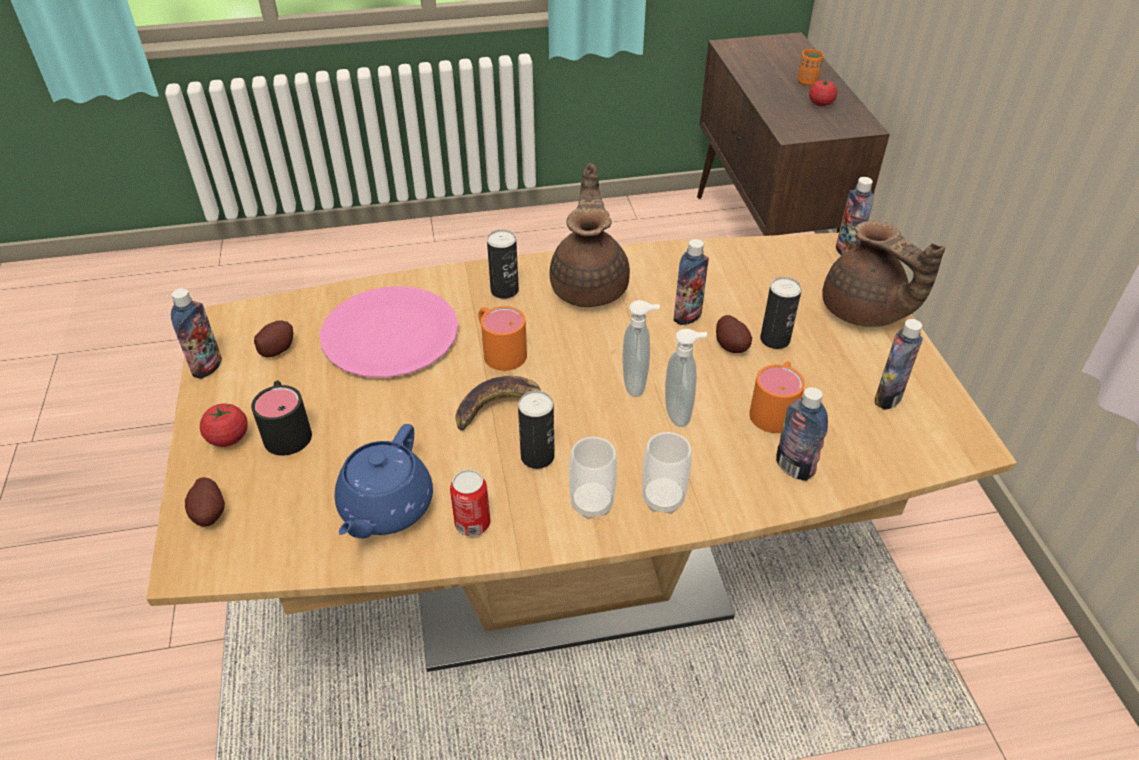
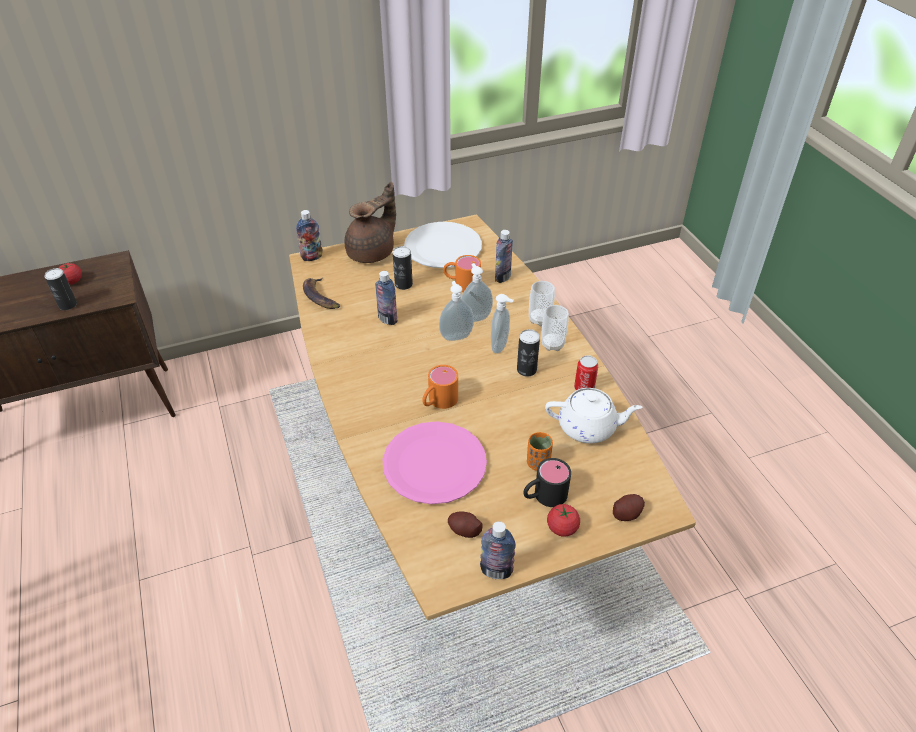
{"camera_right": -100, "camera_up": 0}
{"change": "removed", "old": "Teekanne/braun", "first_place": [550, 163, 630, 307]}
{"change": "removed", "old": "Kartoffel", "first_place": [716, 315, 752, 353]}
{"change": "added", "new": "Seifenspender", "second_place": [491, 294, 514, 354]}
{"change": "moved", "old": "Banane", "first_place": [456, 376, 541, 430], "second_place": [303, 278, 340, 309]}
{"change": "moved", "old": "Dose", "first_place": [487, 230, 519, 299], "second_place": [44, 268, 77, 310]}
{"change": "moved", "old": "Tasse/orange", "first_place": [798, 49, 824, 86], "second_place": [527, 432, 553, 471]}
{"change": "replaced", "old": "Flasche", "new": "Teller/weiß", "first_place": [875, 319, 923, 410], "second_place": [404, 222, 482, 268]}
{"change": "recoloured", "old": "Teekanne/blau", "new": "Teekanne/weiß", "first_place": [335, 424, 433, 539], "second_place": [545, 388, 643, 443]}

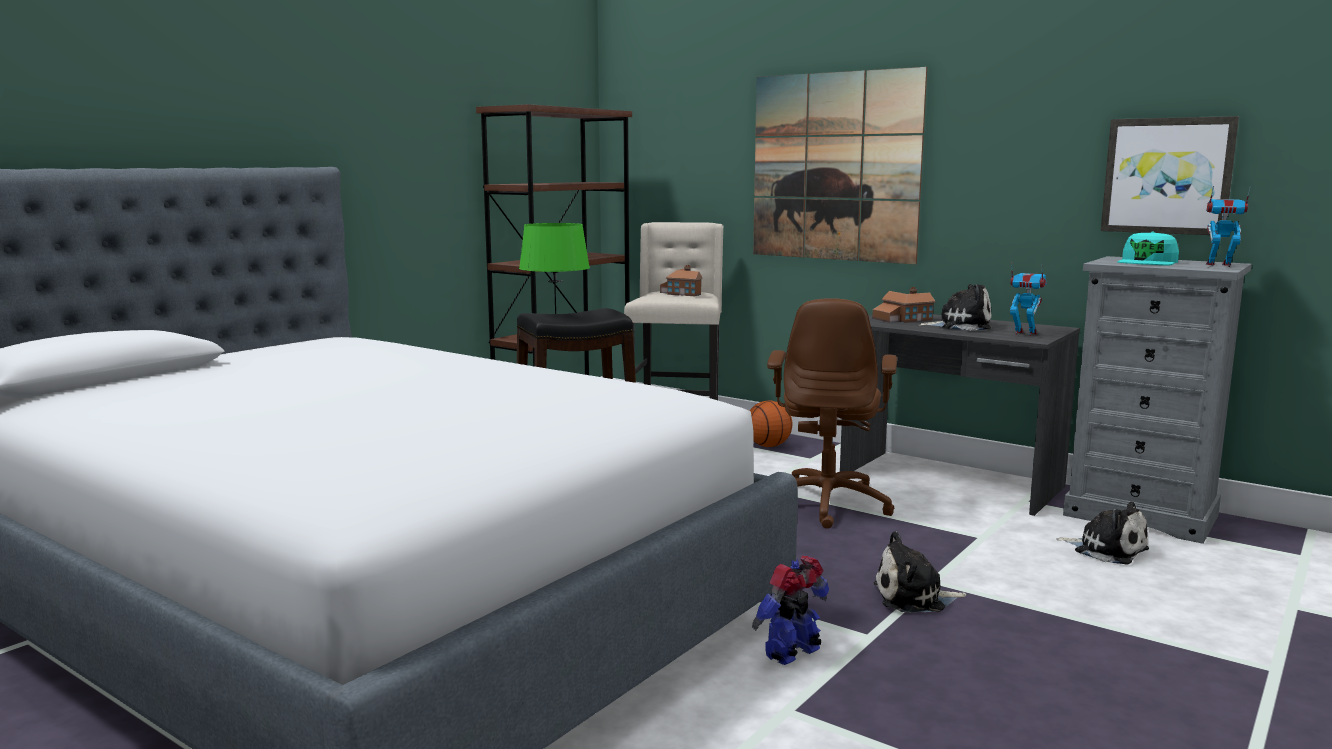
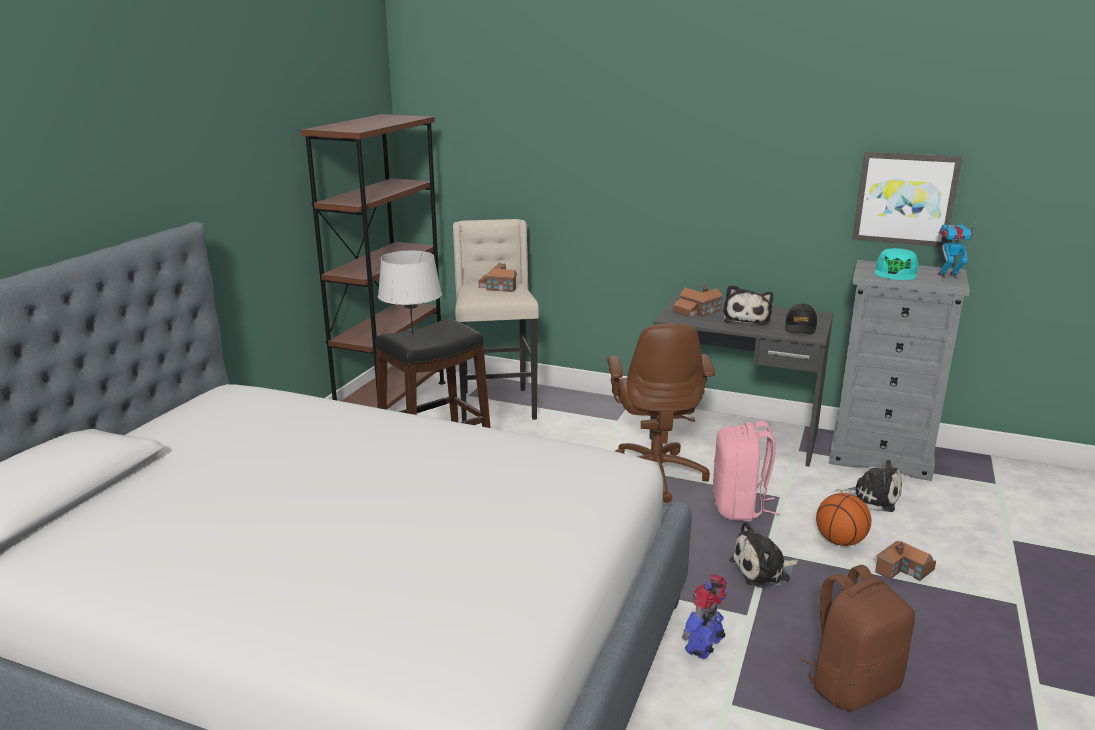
{"camera_right": -15, "camera_up": 10}
{"change": "removed", "old": "Bild", "first_place": [753, 67, 927, 265]}
{"change": "added", "new": "Rucksack/rosa", "second_place": [713, 421, 779, 521]}
{"change": "added", "new": "Rucksack/braun", "second_place": [801, 565, 915, 711]}
{"change": "added", "new": "Spielzeughaus", "second_place": [875, 541, 936, 581]}
{"change": "moved", "old": "Basketball", "first_place": [750, 400, 793, 447], "second_place": [816, 493, 871, 546]}
{"change": "replaced", "old": "Spielzeugroboter", "new": "Kappe/schwarz", "first_place": [1010, 263, 1047, 336], "second_place": [785, 303, 817, 334]}
{"change": "recoloured", "old": "Tischlampe/grün", "new": "Tischlampe/grau", "first_place": [519, 223, 590, 314], "second_place": [378, 251, 442, 334]}
{"change": "turned", "old": "Plüschtier", "first_place": [919, 284, 991, 331], "second_place": [723, 285, 773, 325], "degrees": 105}

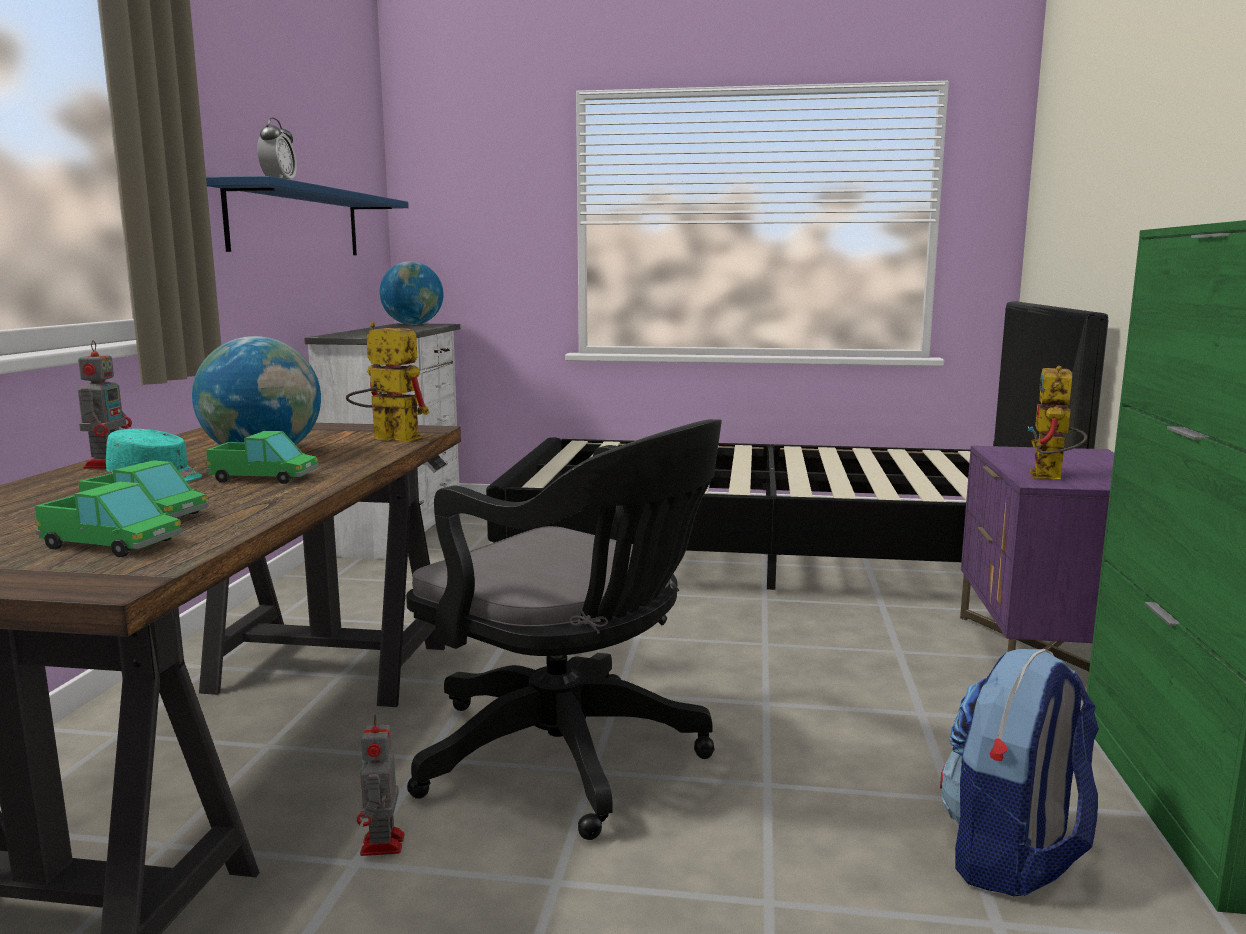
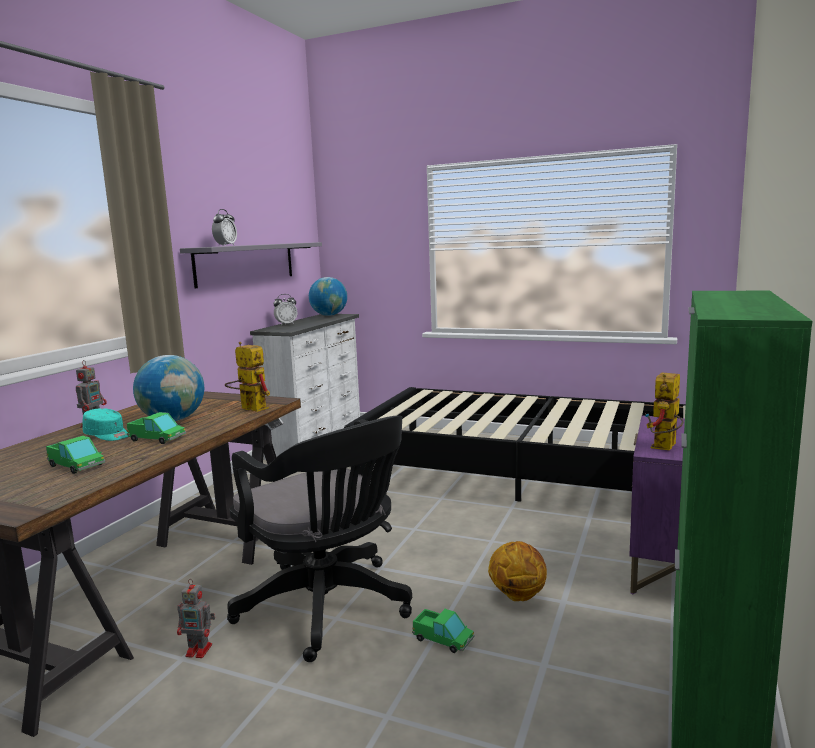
{"camera_right": 15, "camera_up": 0}
{"change": "removed", "old": "Rucksack", "first_place": [940, 649, 1099, 897]}
{"change": "added", "new": "Wecker", "second_place": [273, 294, 297, 326]}
{"change": "added", "new": "Basketball", "second_place": [488, 541, 547, 601]}
{"change": "moved", "old": "Spielzeuglaster", "first_place": [35, 482, 183, 557], "second_place": [412, 609, 474, 653]}
{"change": "recoloured", "old": "Wandregal/blau", "new": "Wandregal/grau", "first_place": [206, 176, 409, 255], "second_place": [180, 242, 322, 288]}
{"change": "turned", "old": "Spielzeugroboter", "first_place": [357, 714, 405, 856], "second_place": [177, 579, 215, 658], "degrees": -90}

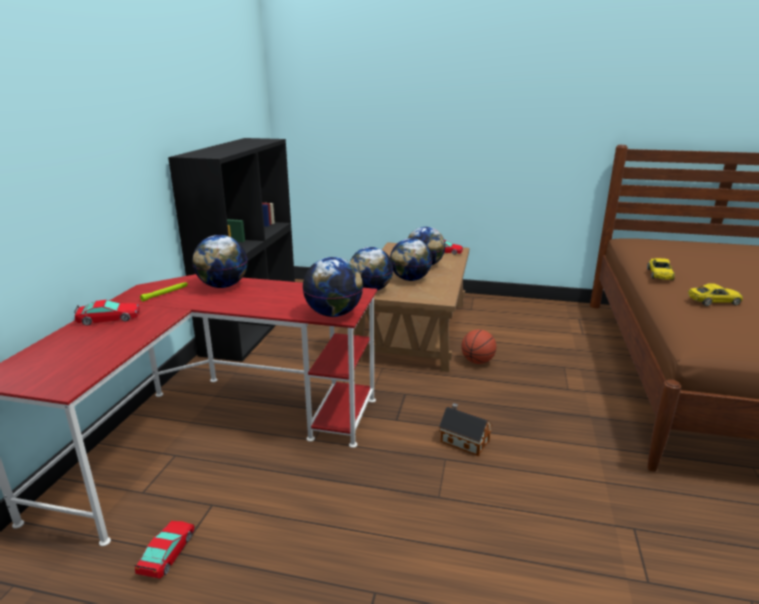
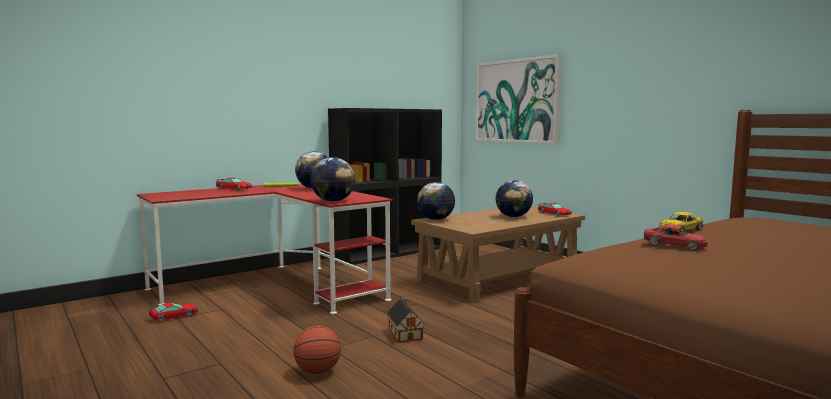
{"camera_right": 40, "camera_up": -15}
{"change": "removed", "old": "Globus", "first_place": [390, 238, 433, 281]}
{"change": "added", "new": "Bild", "second_place": [475, 54, 562, 144]}
{"change": "moved", "old": "Basketball", "first_place": [461, 329, 496, 364], "second_place": [294, 326, 341, 374]}
{"change": "recoloured", "old": "Spielzeugauto/gelb", "new": "Spielzeugauto/rot", "first_place": [688, 283, 743, 306], "second_place": [644, 224, 708, 251]}

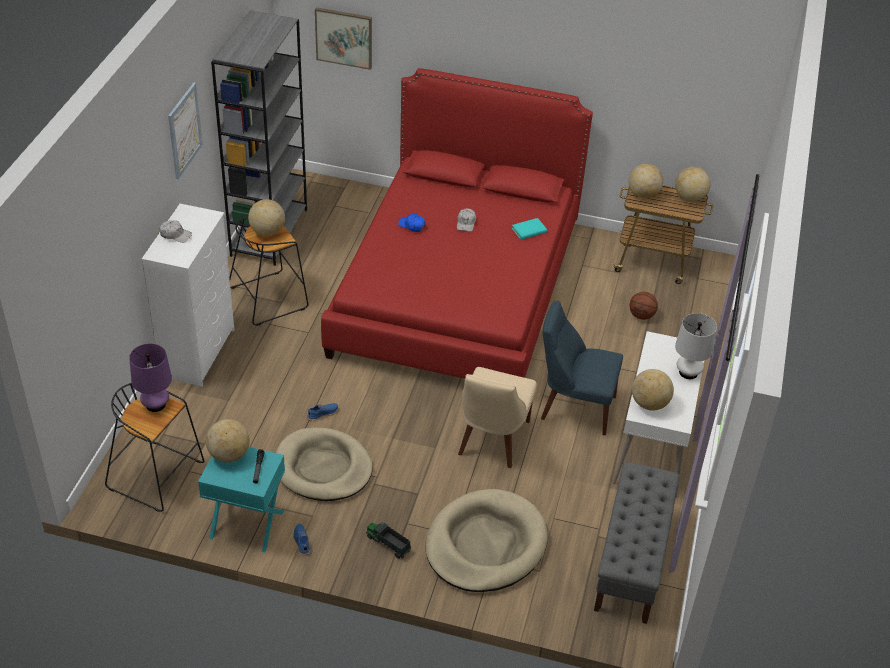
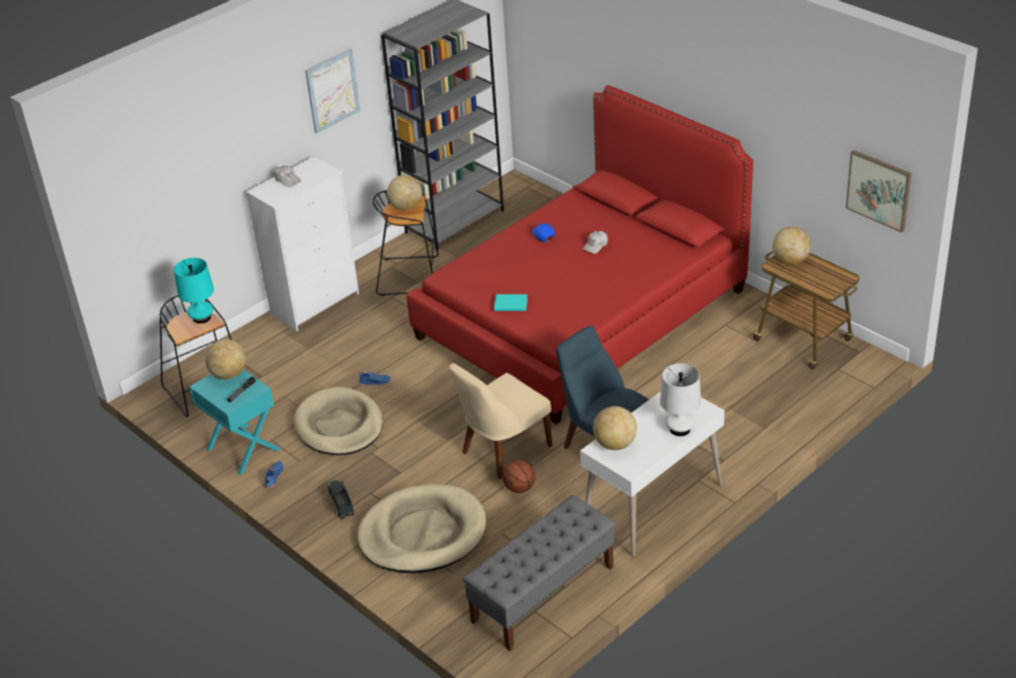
{"camera_right": 35, "camera_up": -5}
{"change": "removed", "old": "Globus", "first_place": [675, 167, 711, 202]}
{"change": "moved", "old": "Bild", "first_place": [315, 7, 372, 70], "second_place": [846, 150, 912, 233]}
{"change": "moved", "old": "Buch/türkis", "first_place": [512, 218, 547, 240], "second_place": [494, 294, 528, 311]}
{"change": "moved", "old": "Basketball", "first_place": [630, 292, 658, 320], "second_place": [503, 460, 535, 493]}
{"change": "recoloured", "old": "Tischlampe/lila", "new": "Tischlampe/türkis", "first_place": [129, 343, 172, 412], "second_place": [174, 258, 214, 324]}

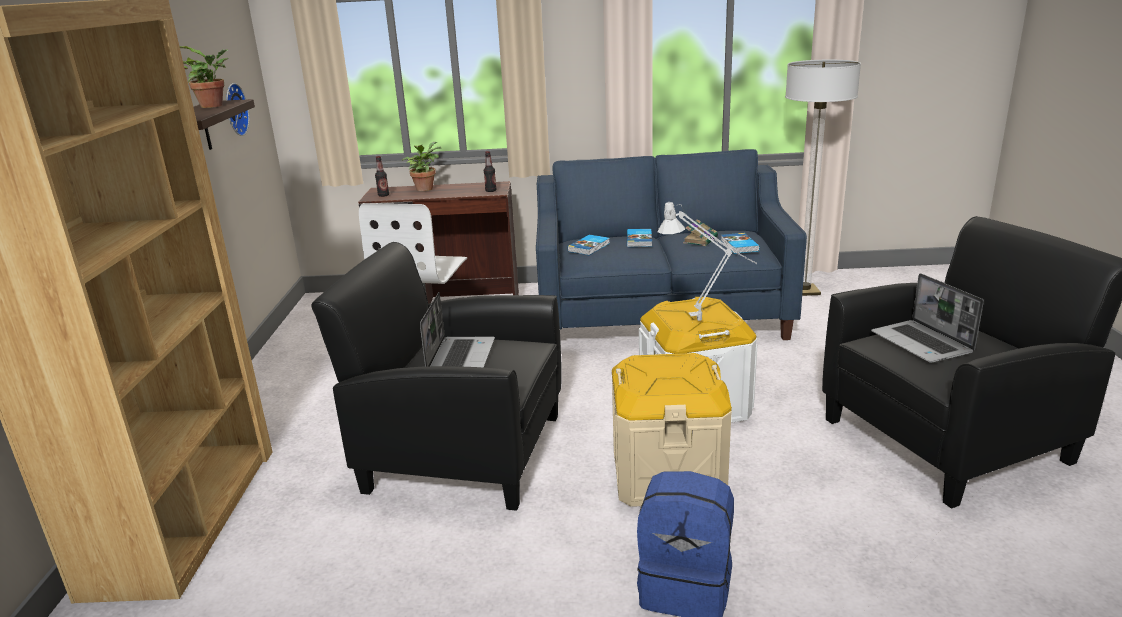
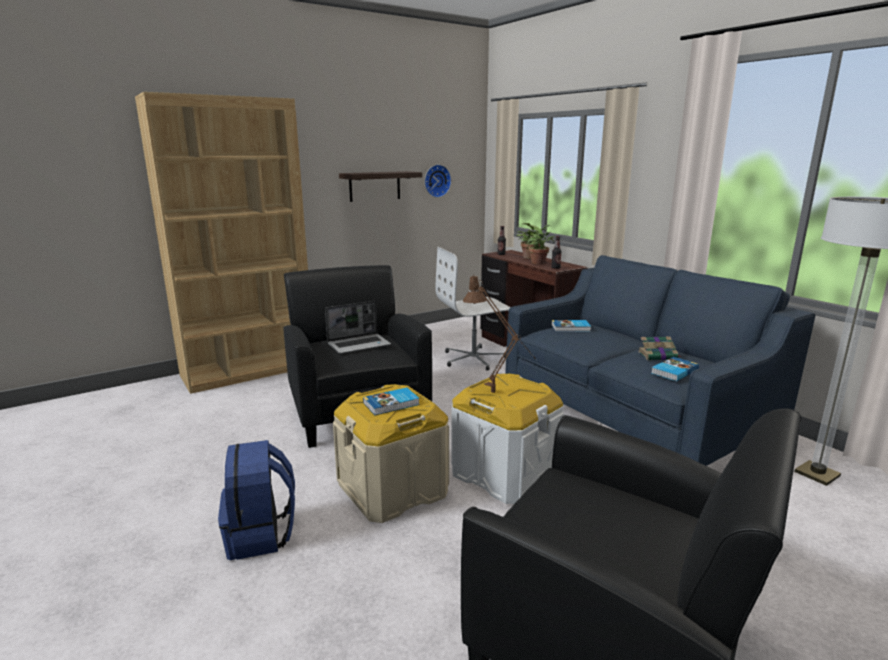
{"camera_right": 55, "camera_up": -5}
{"change": "removed", "old": "Laptop", "first_place": [871, 273, 984, 363]}
{"change": "moved", "old": "Topfpflanze", "first_place": [180, 46, 228, 108], "second_place": [528, 225, 555, 264]}
{"change": "moved", "old": "Buch", "first_place": [627, 229, 652, 247], "second_place": [363, 387, 420, 415]}
{"change": "recoloured", "old": "Tischlampe/grau", "new": "Tischlampe/braun", "first_place": [658, 202, 757, 321], "second_place": [463, 275, 534, 393]}

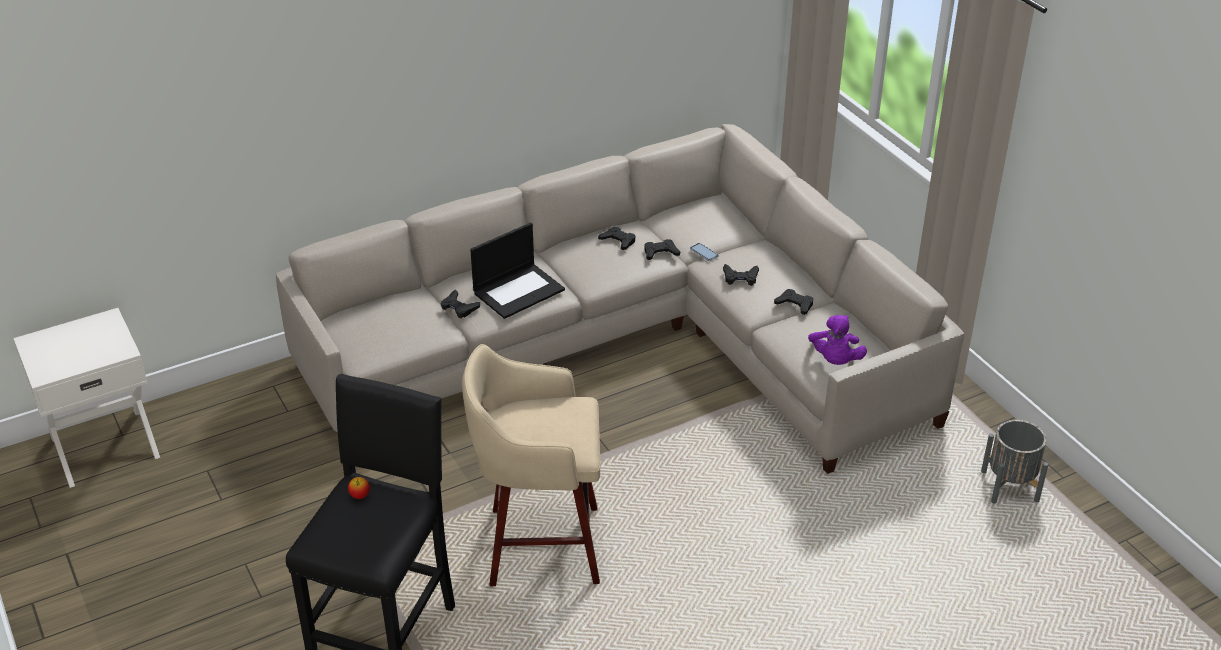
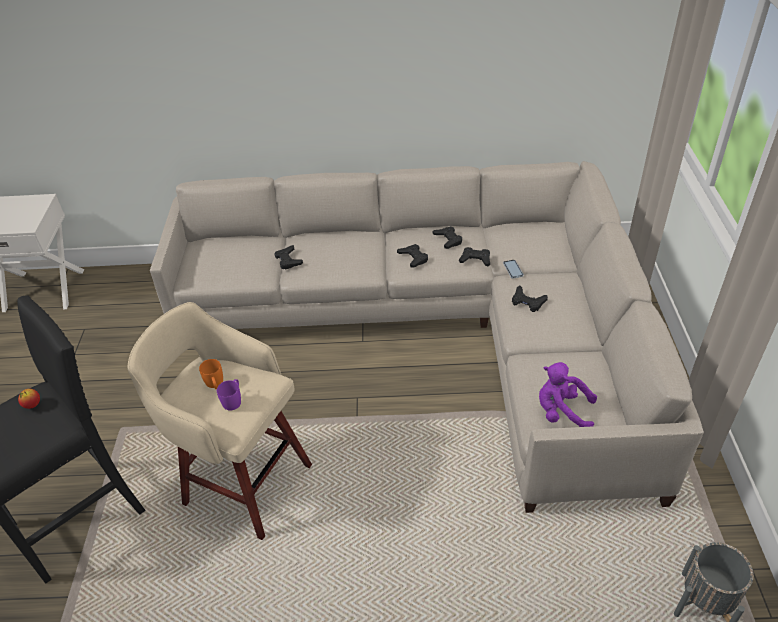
{"camera_right": 30, "camera_up": 5}
{"change": "removed", "old": "Laptop", "first_place": [470, 222, 565, 319]}
{"change": "added", "new": "Henkelbecher/orange", "second_place": [199, 359, 223, 389]}
{"change": "added", "new": "Henkelbecher/lila", "second_place": [217, 379, 241, 411]}
{"change": "moved", "old": "Gamepad/schwarz", "first_place": [774, 289, 813, 315], "second_place": [397, 244, 428, 268]}
{"change": "turned", "old": "Plüschtier/lila", "first_place": [808, 315, 867, 365], "second_place": [539, 362, 597, 427], "degrees": 75}

